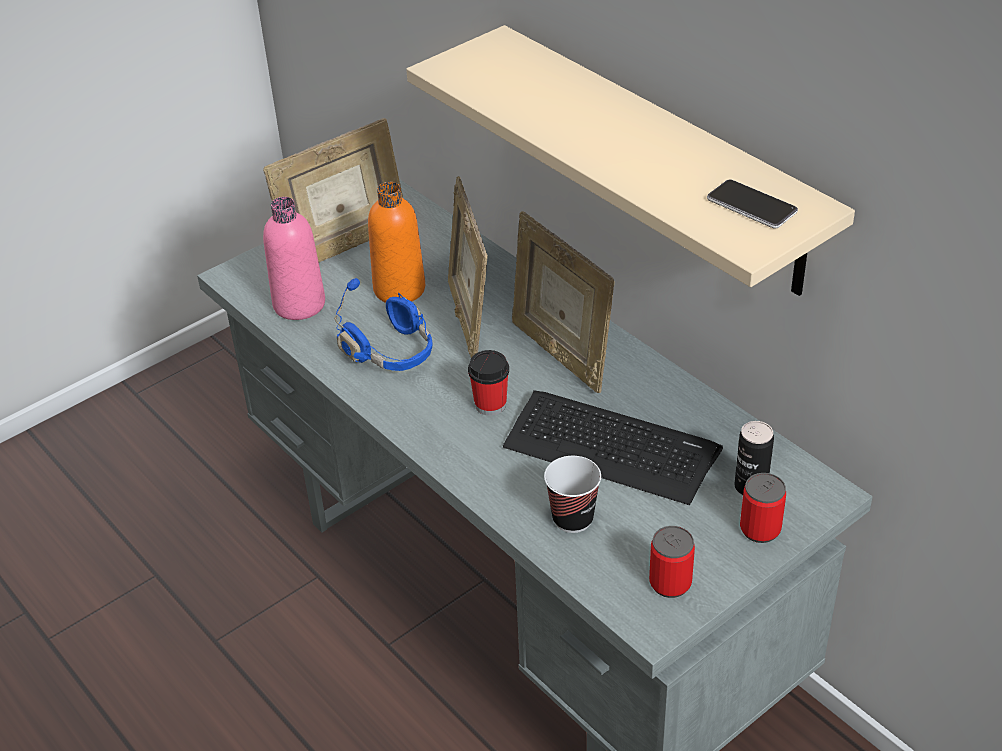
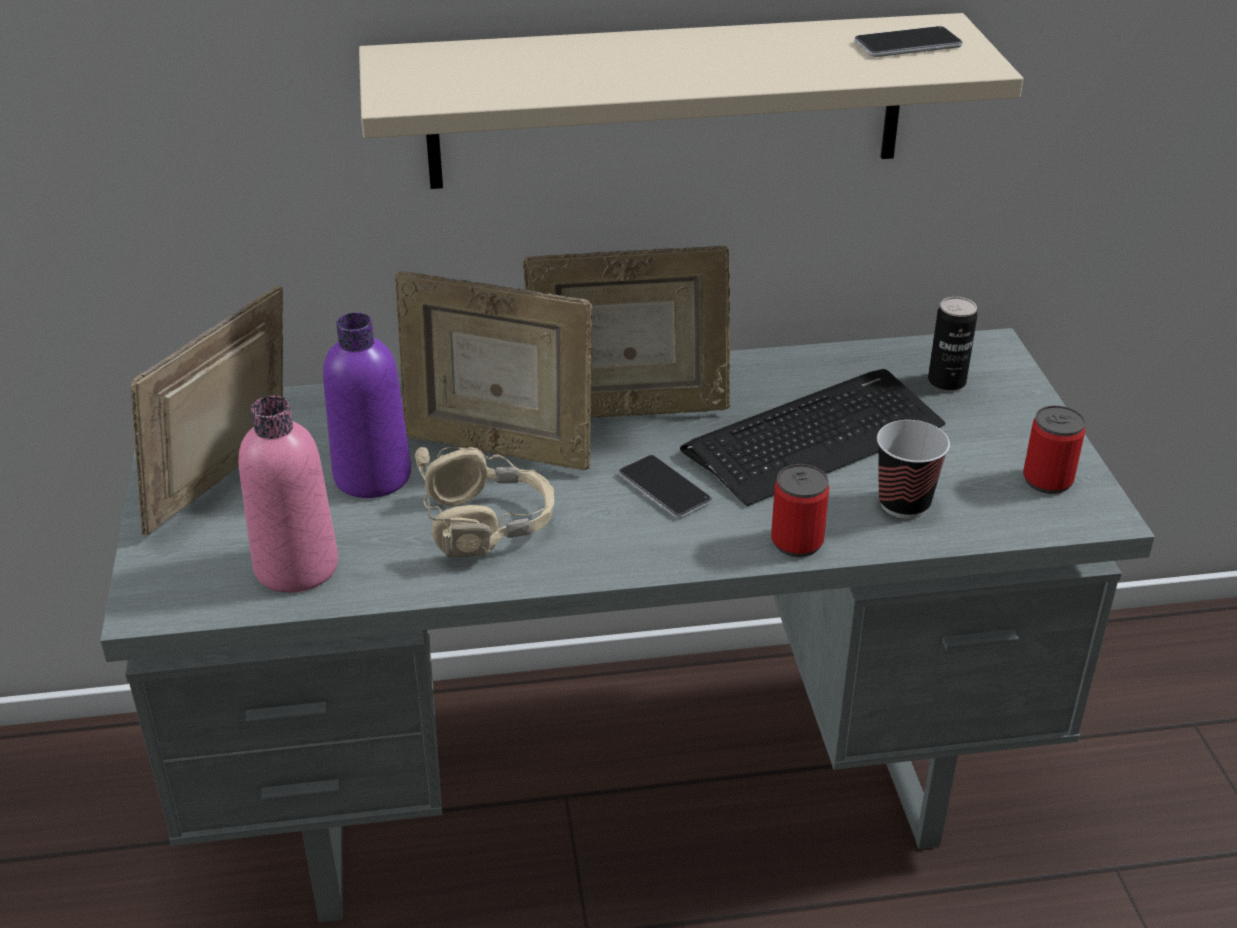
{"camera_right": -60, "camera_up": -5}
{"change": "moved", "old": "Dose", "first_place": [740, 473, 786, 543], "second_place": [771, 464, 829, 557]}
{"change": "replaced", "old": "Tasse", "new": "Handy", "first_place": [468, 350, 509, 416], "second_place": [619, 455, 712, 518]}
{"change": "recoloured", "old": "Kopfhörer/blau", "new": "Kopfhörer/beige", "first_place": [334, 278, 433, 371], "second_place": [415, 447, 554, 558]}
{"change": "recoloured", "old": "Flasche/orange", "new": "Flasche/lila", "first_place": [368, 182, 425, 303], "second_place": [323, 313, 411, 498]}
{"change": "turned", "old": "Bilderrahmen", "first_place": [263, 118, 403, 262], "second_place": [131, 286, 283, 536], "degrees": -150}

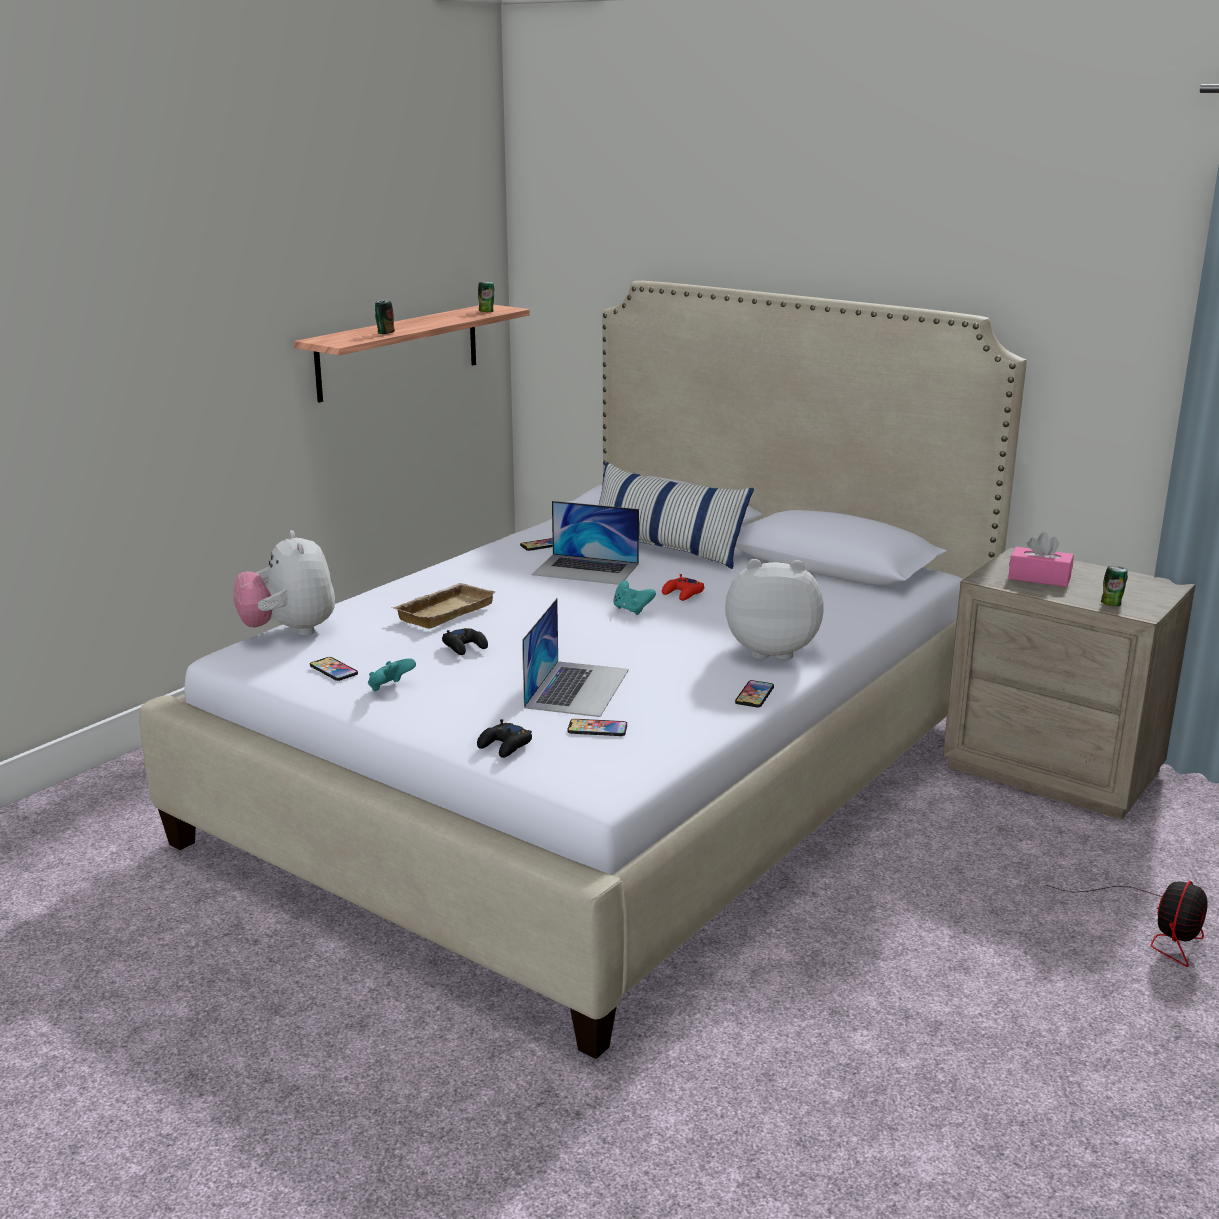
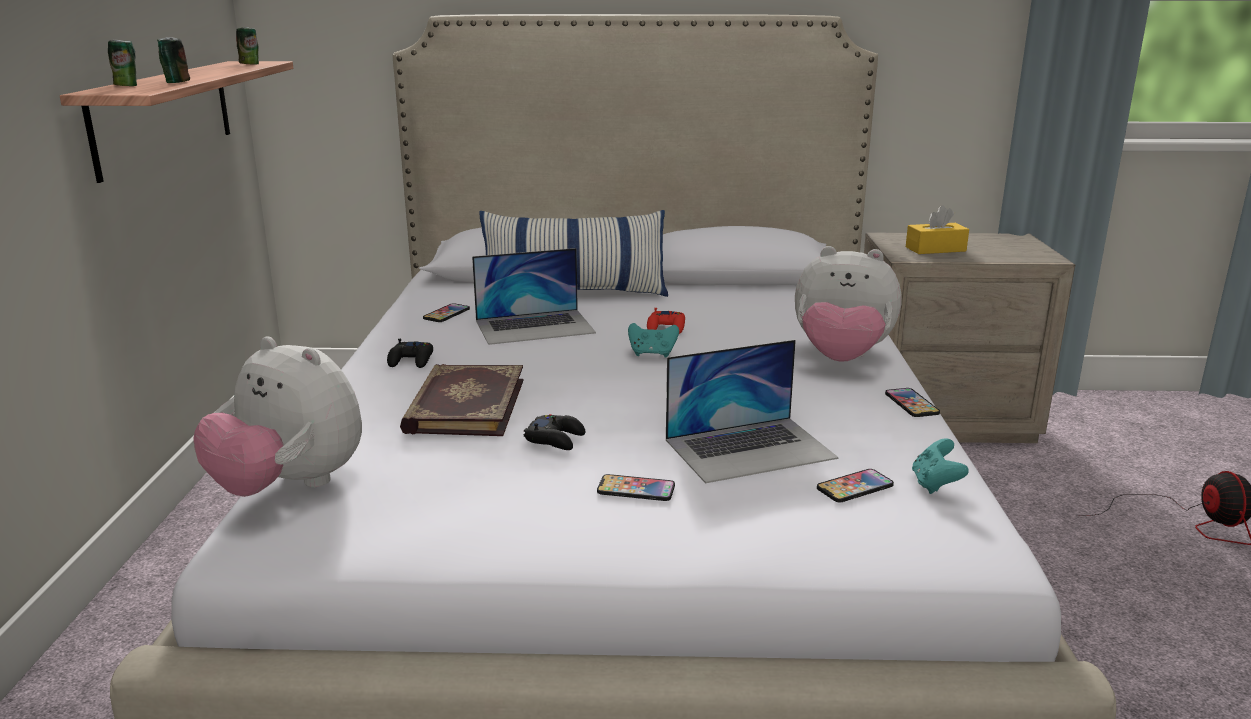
{"camera_right": -35, "camera_up": 0}
{"change": "moved", "old": "Handy", "first_place": [310, 657, 358, 681], "second_place": [597, 474, 675, 501]}
{"change": "moved", "old": "Gamepad/türkis", "first_place": [368, 658, 416, 691], "second_place": [912, 438, 969, 494]}
{"change": "moved", "old": "Gamepad/schwarz", "first_place": [477, 719, 532, 758], "second_place": [387, 339, 433, 368]}
{"change": "moved", "old": "Dose", "first_place": [1101, 566, 1128, 606], "second_place": [108, 40, 137, 86]}
{"change": "replaced", "old": "Tablett/beige", "new": "Buch", "first_place": [392, 583, 496, 629], "second_place": [400, 364, 524, 436]}
{"change": "recoloured", "old": "Taschentuchbox/rosa", "new": "Taschentuchbox/gelb", "first_place": [1008, 532, 1074, 587], "second_place": [906, 205, 969, 254]}
{"change": "turned", "old": "Laptop", "first_place": [522, 598, 629, 717], "second_place": [666, 340, 838, 483], "degrees": 90}
{"change": "turned", "old": "Plüschtier", "first_place": [725, 559, 824, 660], "second_place": [795, 246, 902, 362], "degrees": -135}

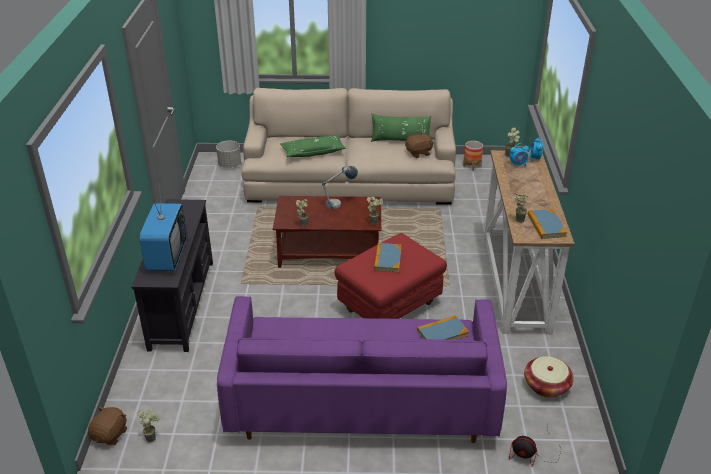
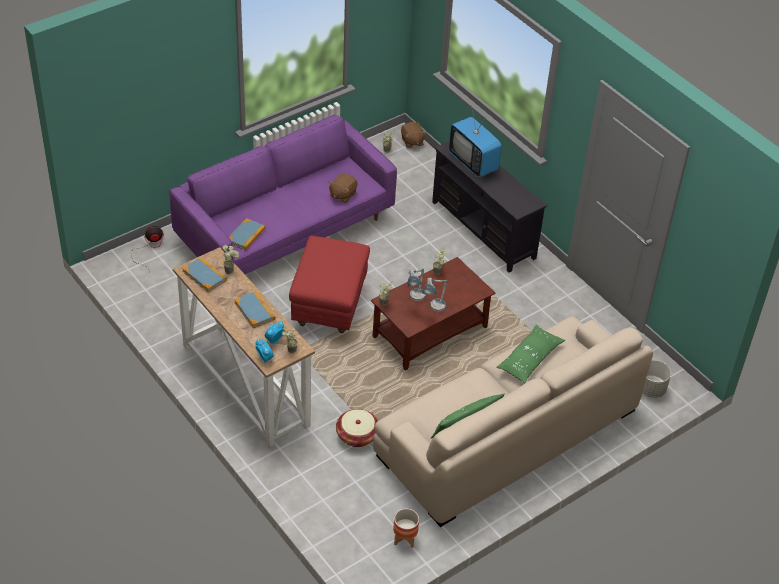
{"camera_right": 140, "camera_up": 10}
{"change": "added", "new": "Tischlampe", "second_place": [408, 268, 426, 301]}
{"change": "moved", "old": "Buch", "first_place": [374, 243, 401, 273], "second_place": [234, 291, 275, 328]}
{"change": "moved", "old": "Plüschtier/braun", "first_place": [405, 133, 434, 158], "second_place": [329, 174, 358, 203]}
{"change": "moved", "old": "Korb", "first_place": [524, 356, 574, 398], "second_place": [336, 409, 378, 447]}

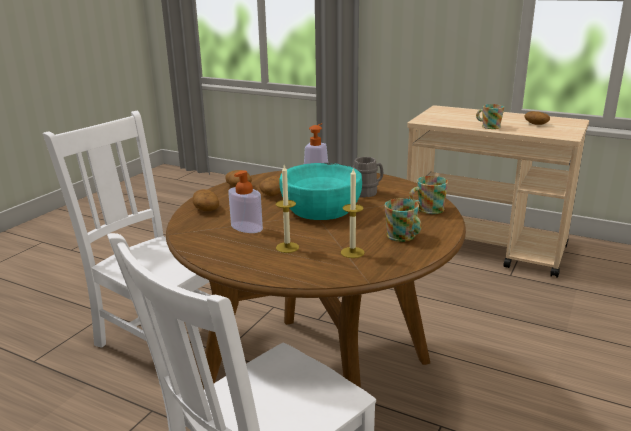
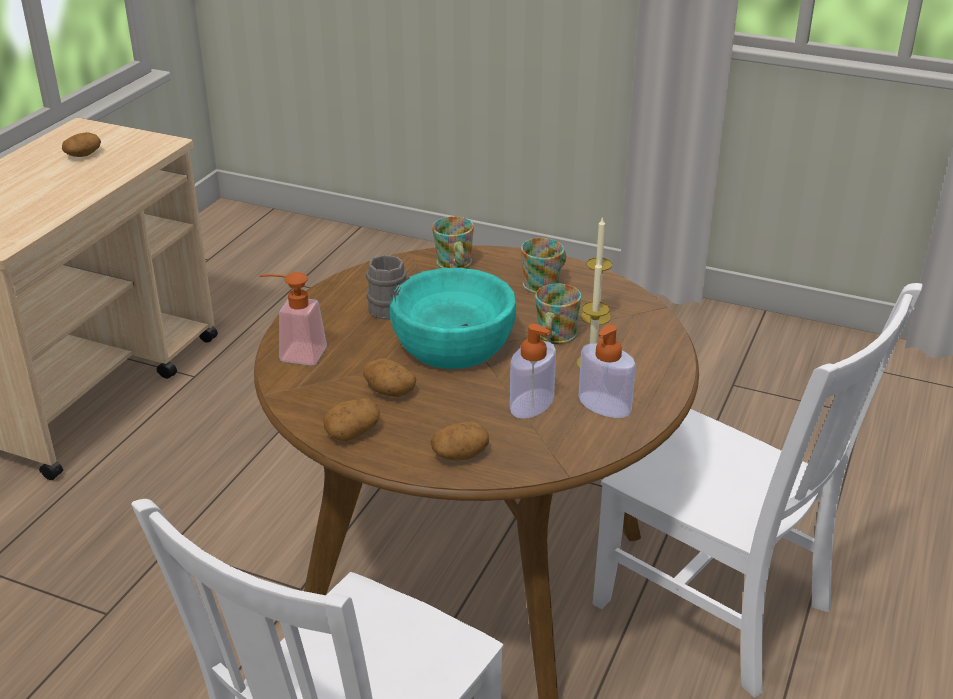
{"camera_right": -95, "camera_up": 10}
{"change": "added", "new": "Seifenspender", "second_place": [579, 325, 636, 418]}
{"change": "moved", "old": "Henkelbecher", "first_place": [476, 104, 504, 129], "second_place": [535, 284, 581, 344]}

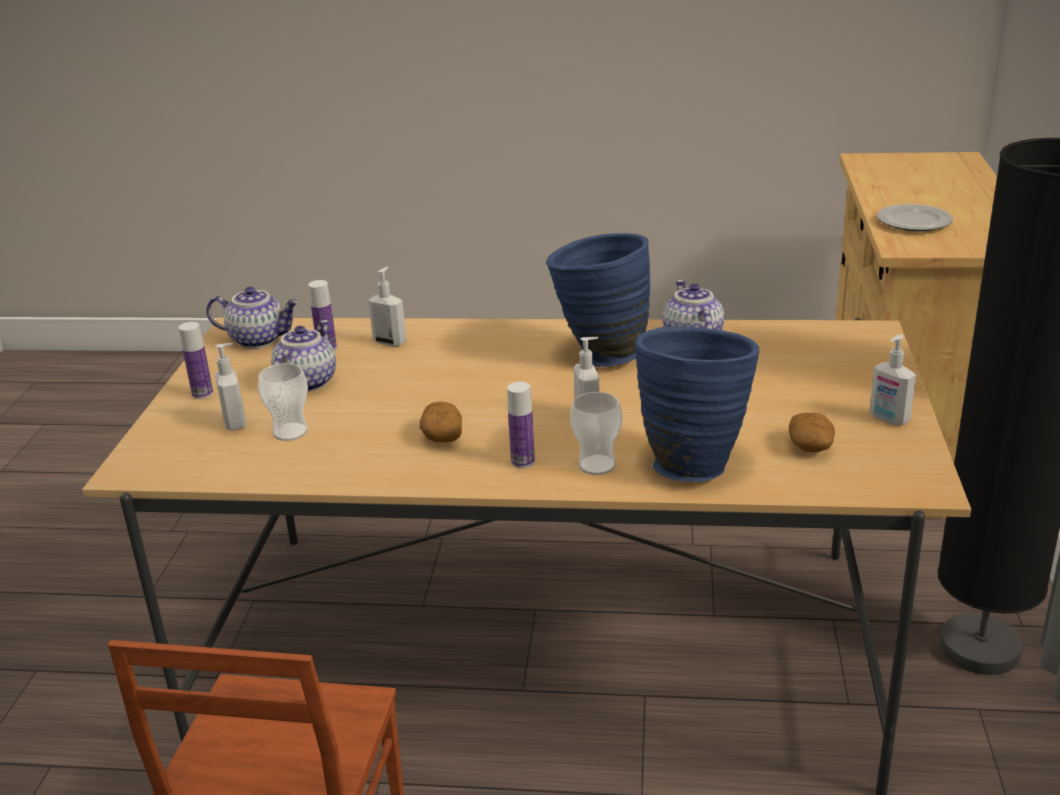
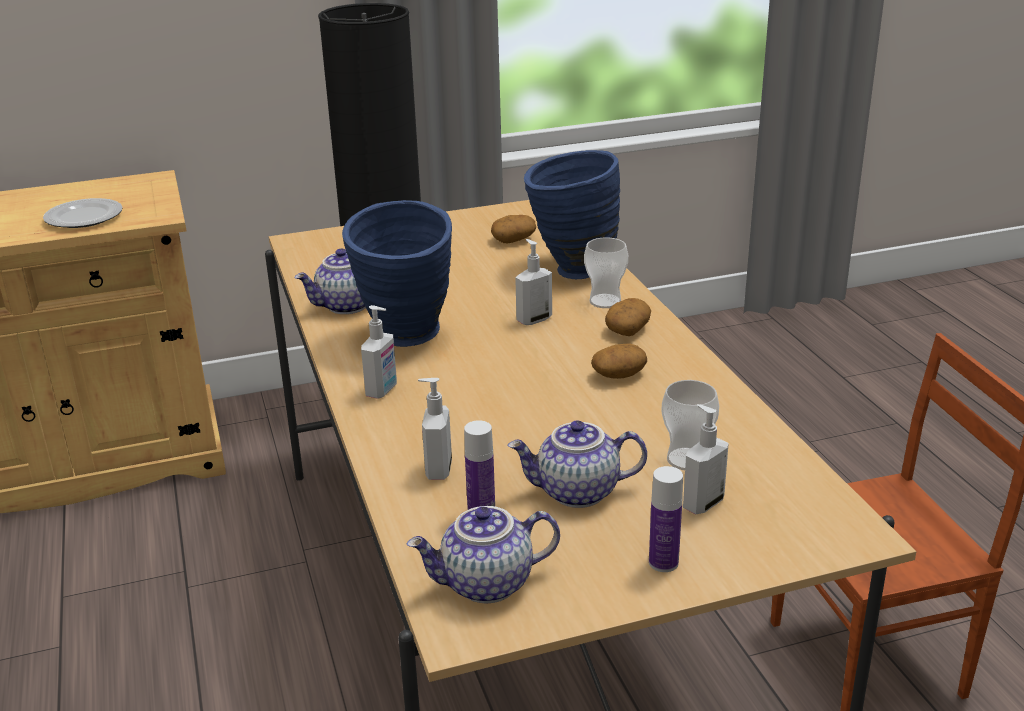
{"camera_right": -115, "camera_up": 0}
{"change": "moved", "old": "Seifenspender", "first_place": [869, 334, 916, 426], "second_place": [361, 305, 397, 399]}
{"change": "replaced", "old": "Flasche", "new": "Kartoffel", "first_place": [507, 382, 535, 468], "second_place": [605, 298, 651, 336]}
{"change": "turned", "old": "Teekanne", "first_place": [206, 287, 299, 349], "second_place": [407, 506, 560, 603], "degrees": -90}

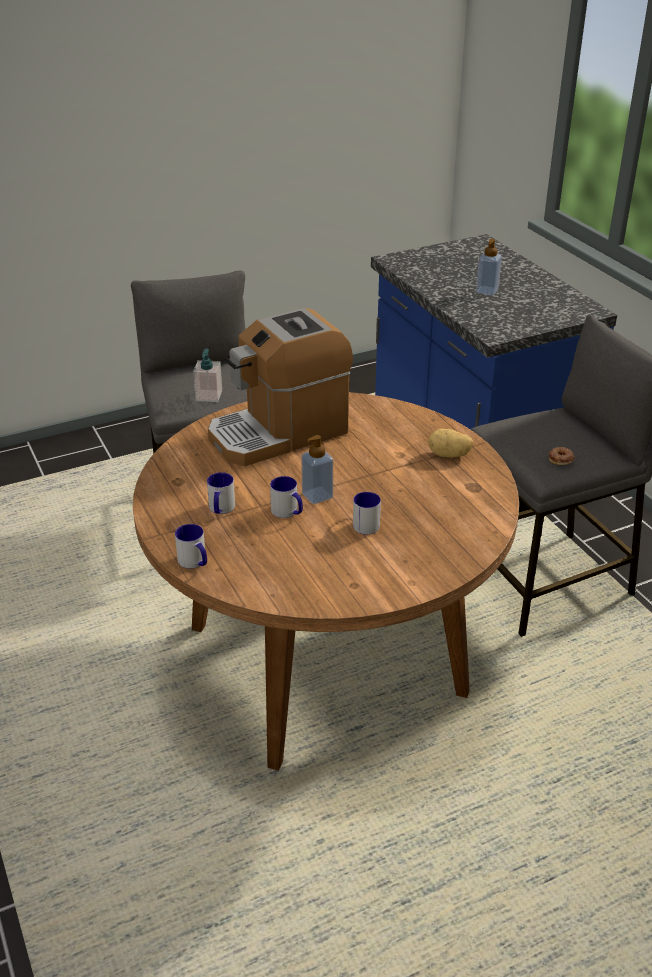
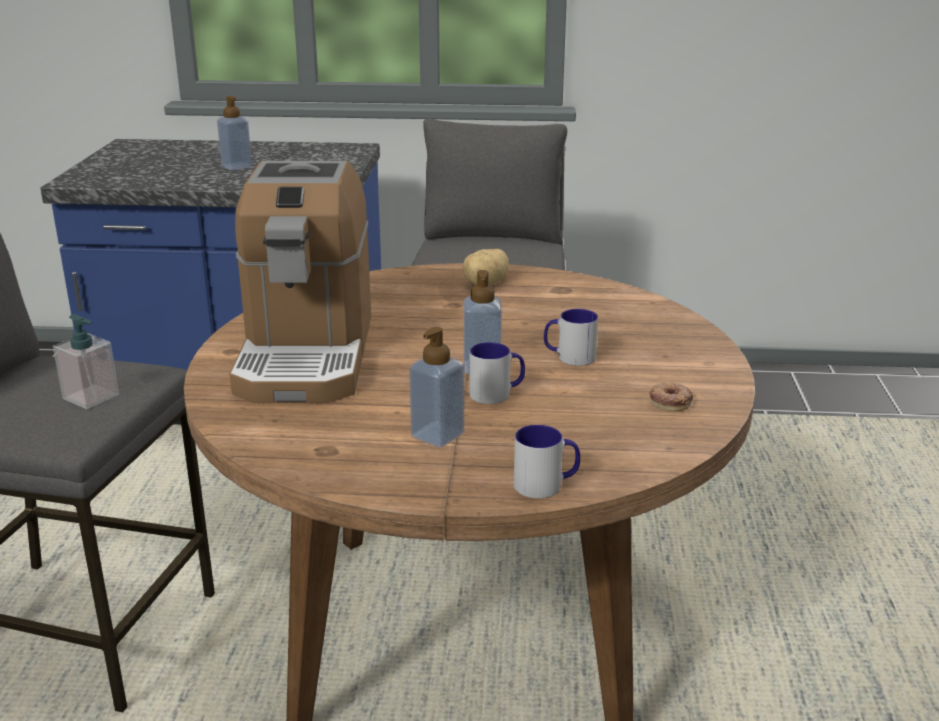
{"camera_right": -60, "camera_up": -10}
{"change": "moved", "old": "Donut", "first_place": [549, 447, 575, 465], "second_place": [649, 383, 693, 412]}
{"change": "replaced", "old": "Henkelbecher", "new": "Seifenspender", "first_place": [207, 472, 235, 514], "second_place": [409, 327, 464, 447]}

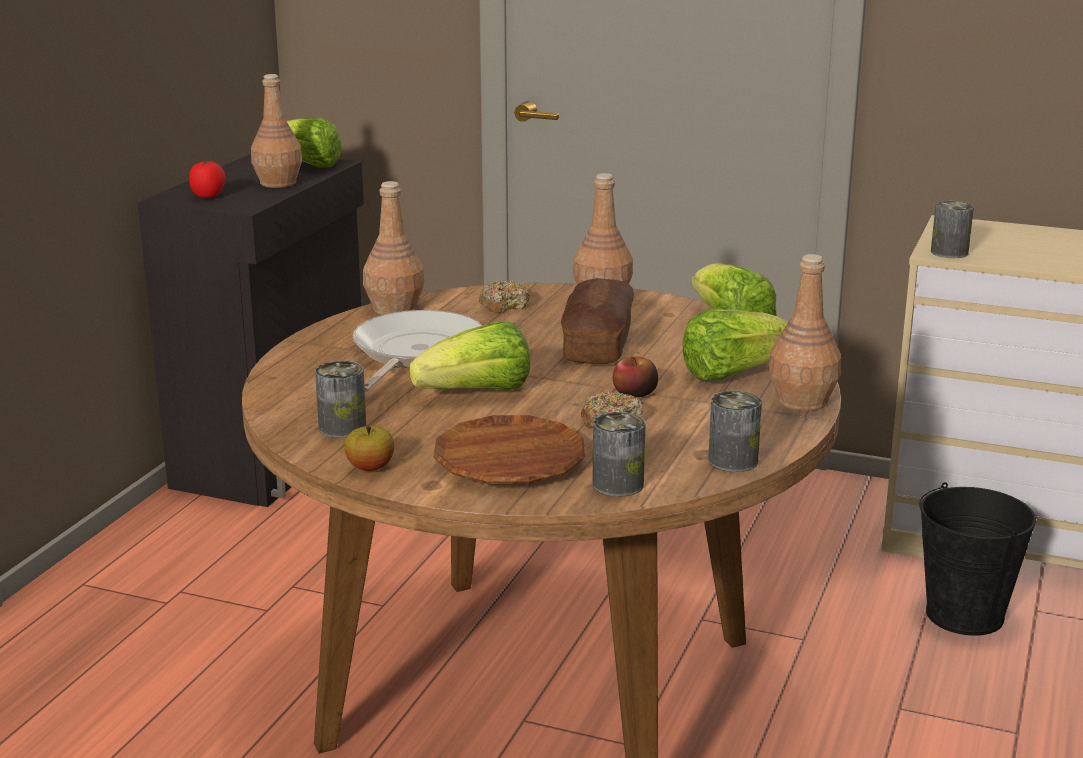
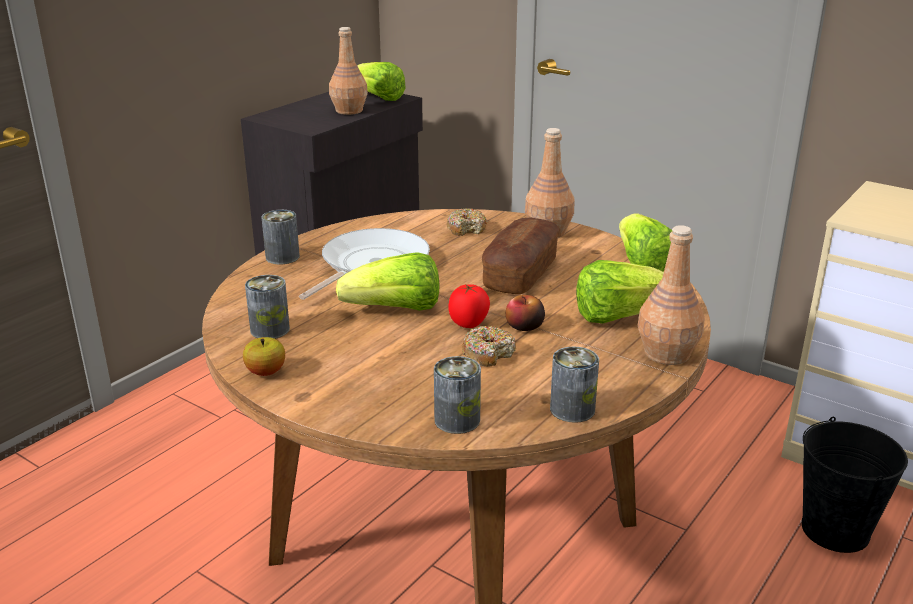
{"camera_right": 15, "camera_up": 5}
{"change": "removed", "old": "Flasche/braun", "first_place": [363, 181, 424, 315]}
{"change": "removed", "old": "Teller/braun", "first_place": [433, 415, 585, 484]}
{"change": "moved", "old": "Tomate", "first_place": [189, 161, 226, 198], "second_place": [448, 284, 490, 328]}
{"change": "moved", "old": "Dose", "first_place": [931, 201, 974, 258], "second_place": [261, 210, 300, 265]}

